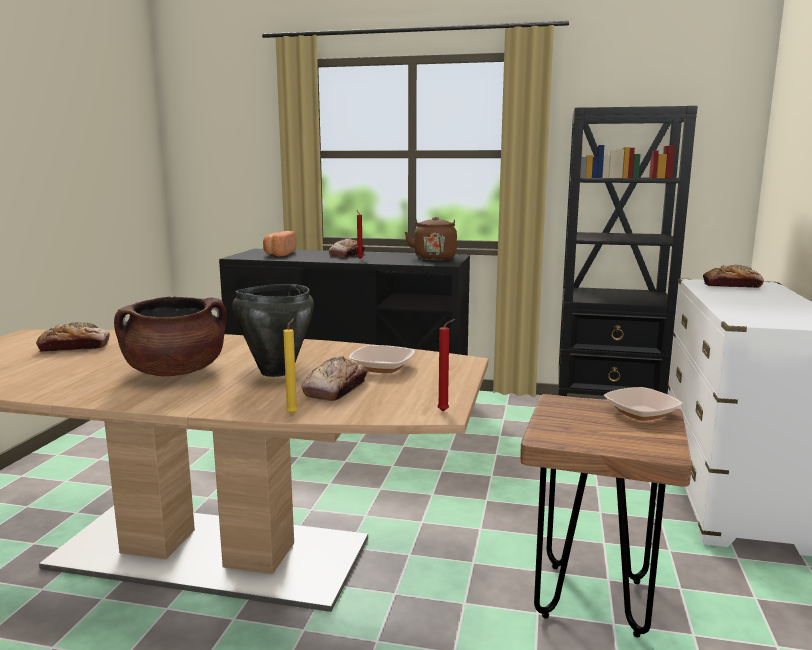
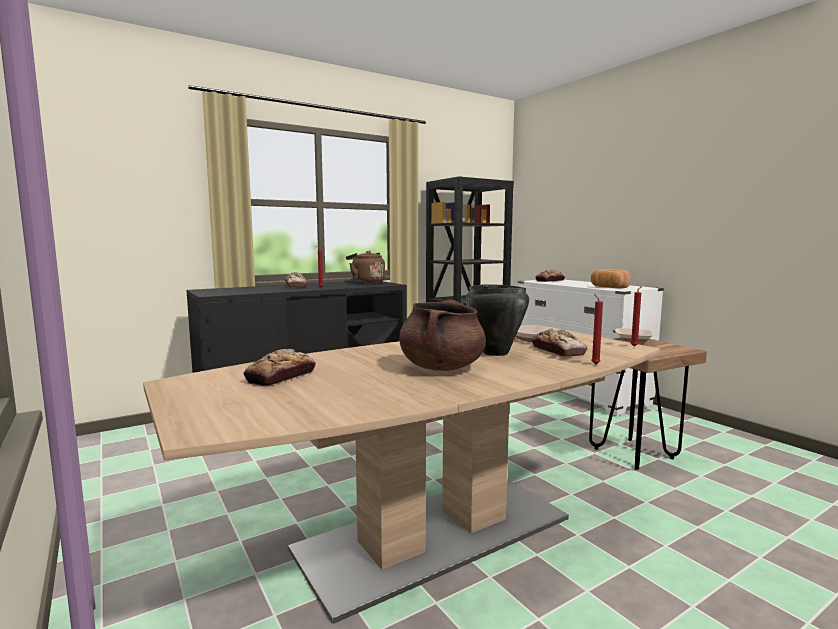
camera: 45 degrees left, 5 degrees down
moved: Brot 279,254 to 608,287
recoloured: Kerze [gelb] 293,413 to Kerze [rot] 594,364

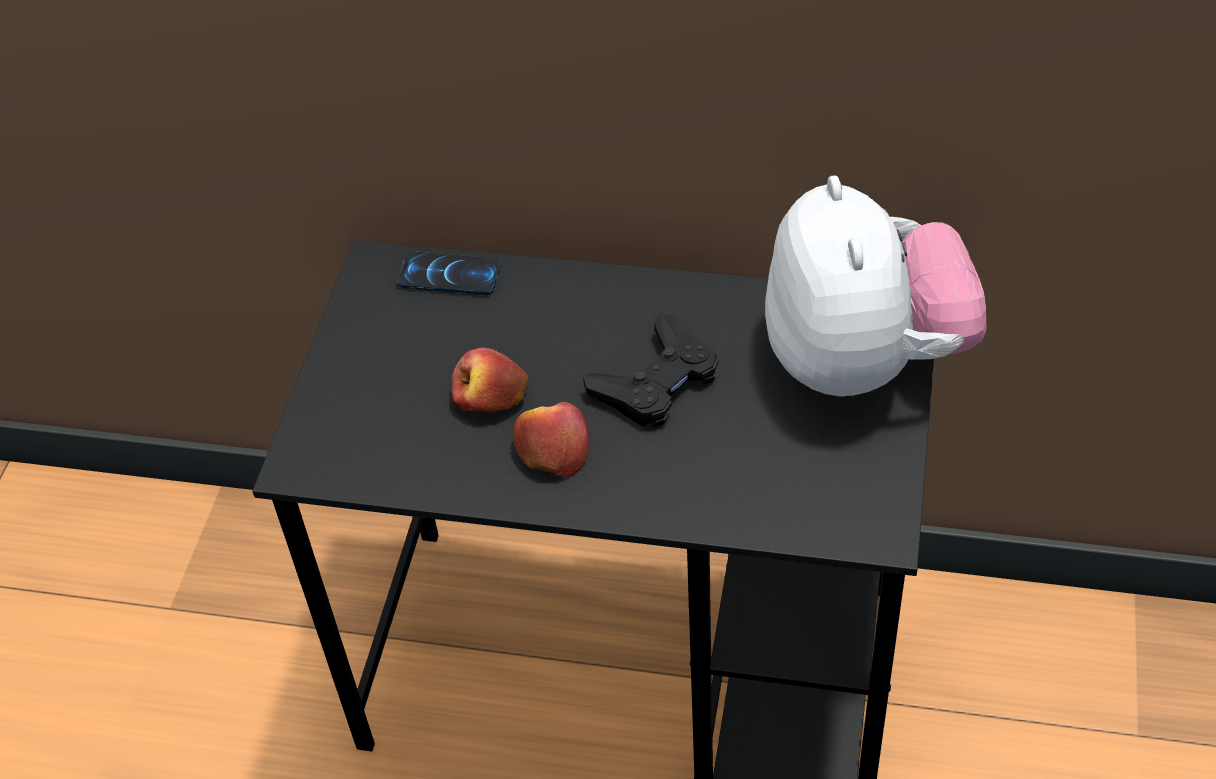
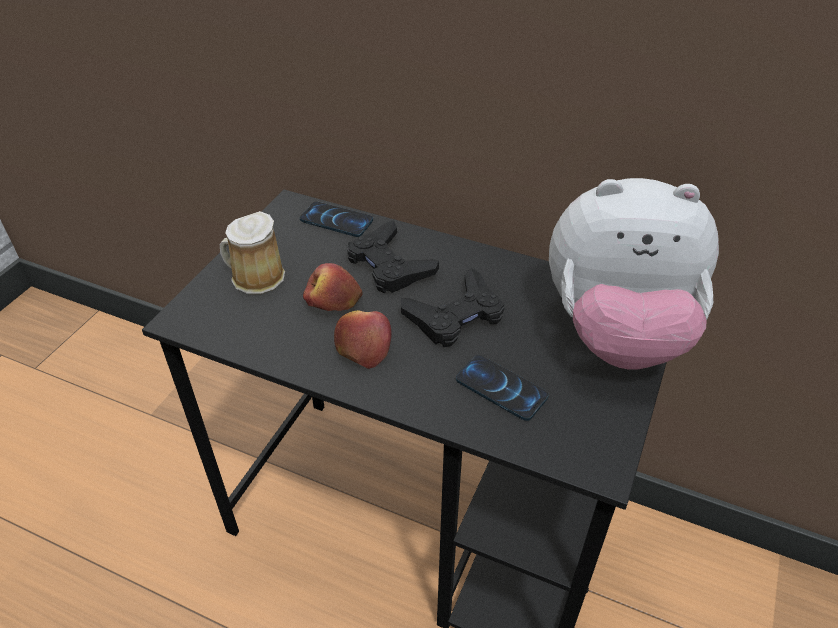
camera: 10 degrees right, 5 degrees down
added: Henkelbecher 255,277; Gamepad [schwarz] 389,265; Handy 501,388
turned: Plüschtier 864,362 = 616,333 90 degrees clockwise

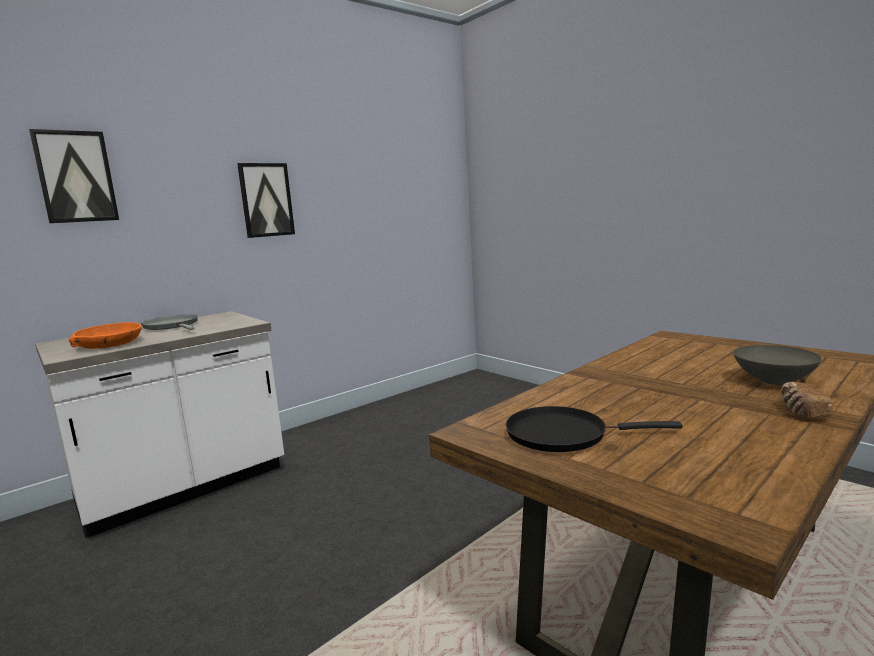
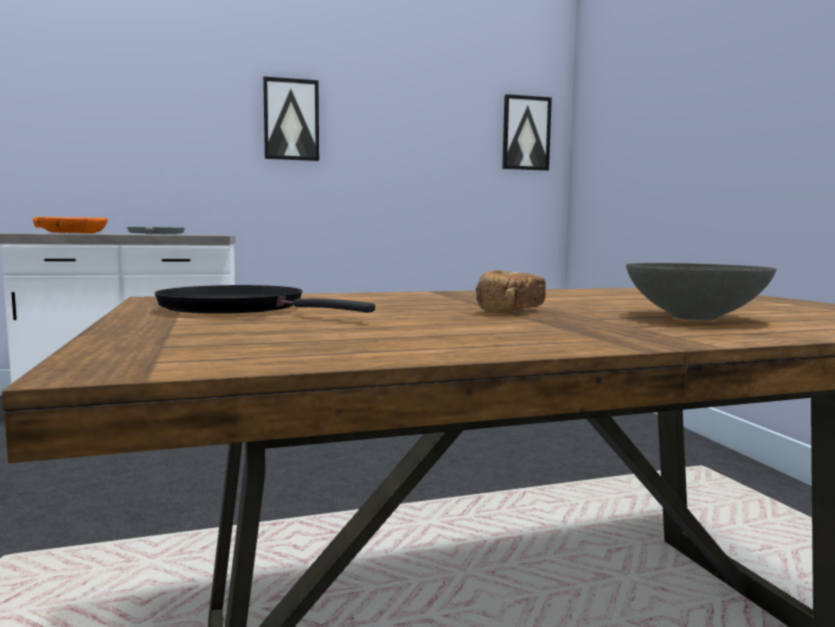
camera: 25 degrees right, 5 degrees down
moved: Bild 76,177 to 526,133; Brot 802,412 to 508,311

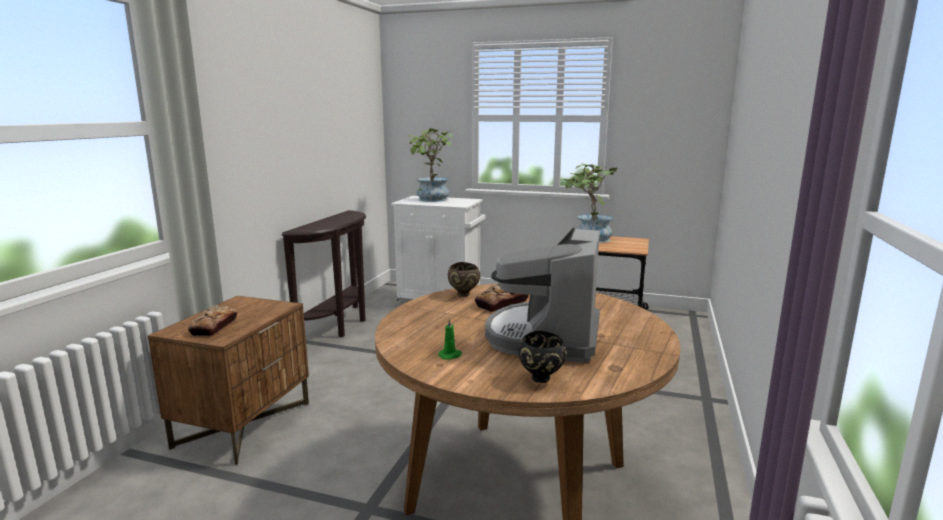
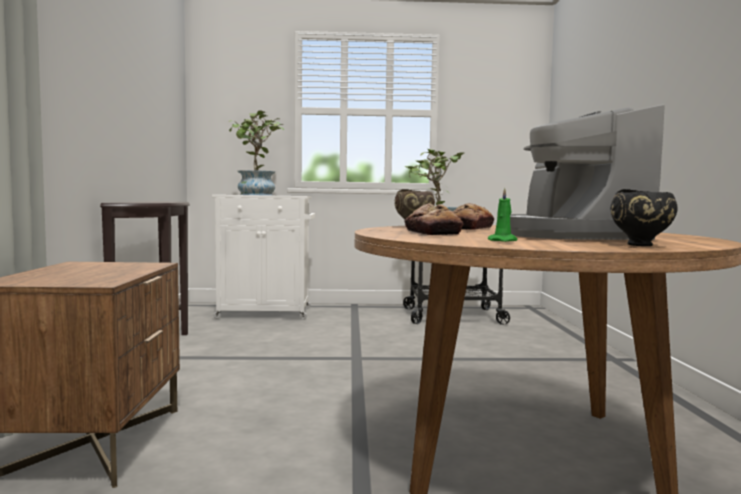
camera: 20 degrees left, 10 degrees down
moved: Brot 214,327 to 432,233

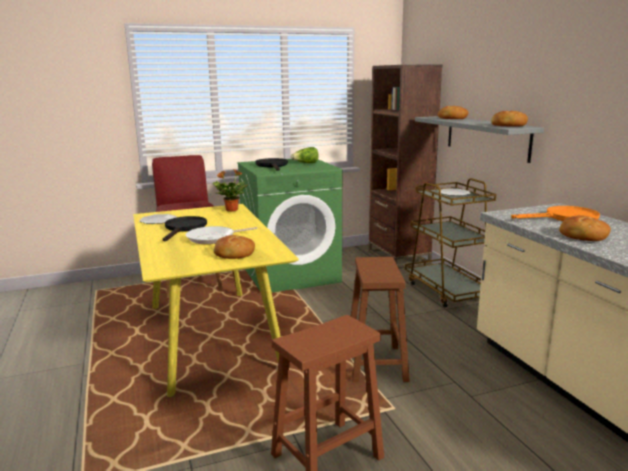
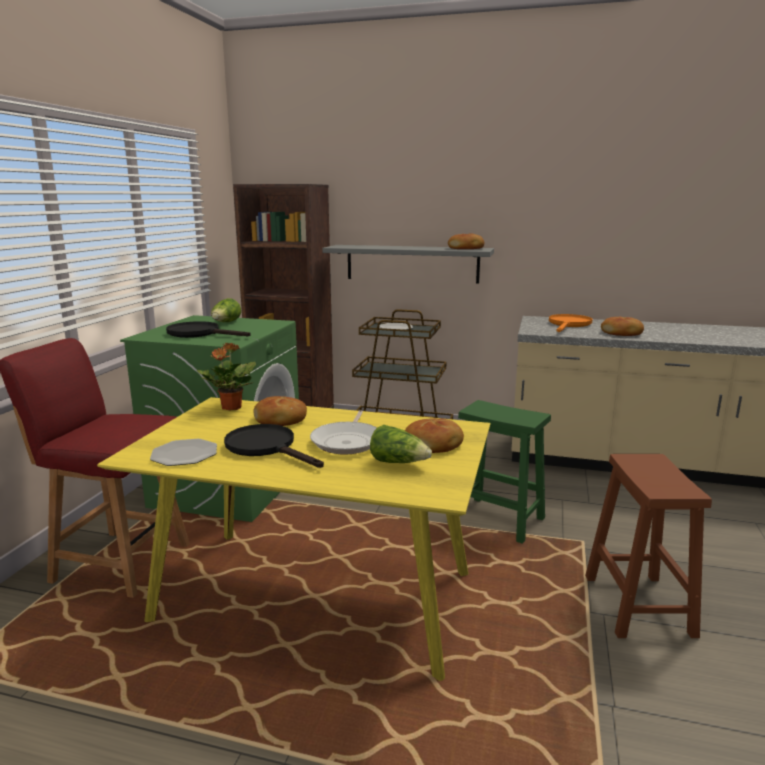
camera: 55 degrees left, 0 degrees up
added: Salatkopf 398,462
moved: Brot 452,118 to 280,420
recoloured: Hocker [braun] 376,364 to Hocker [grün] 499,520

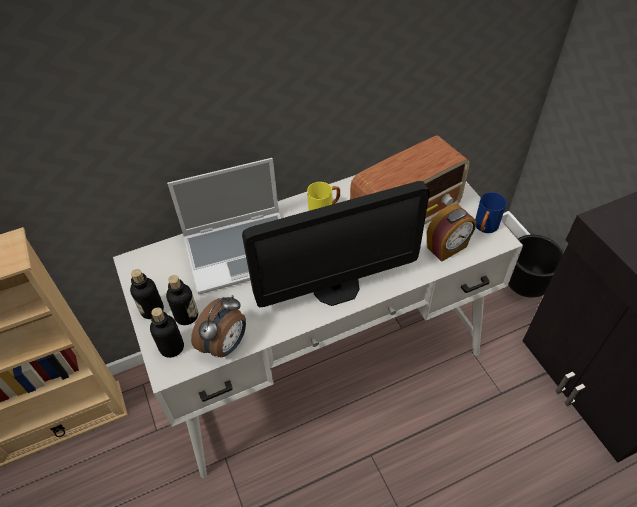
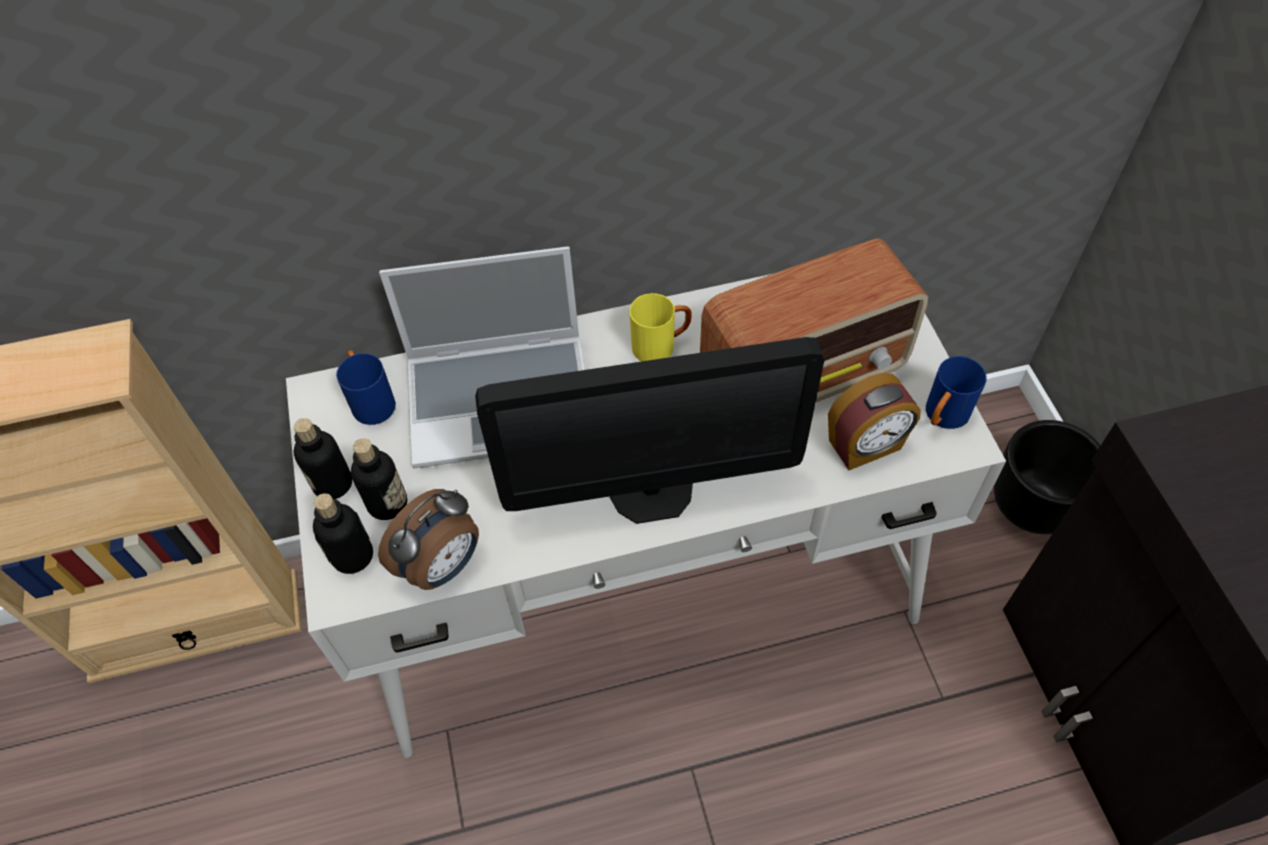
camera: 10 degrees right, 5 degrees up
added: Henkelbecher [blau] 371,401

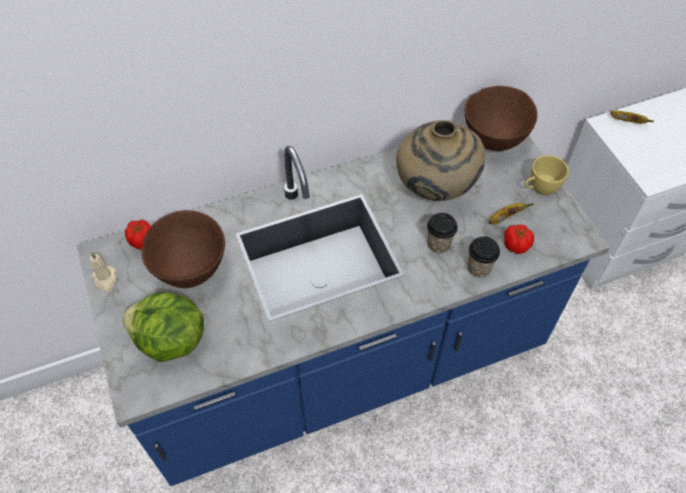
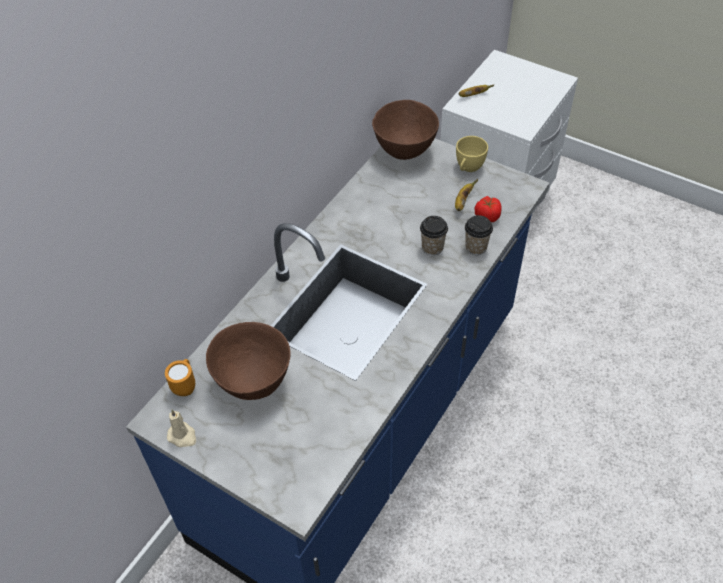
camera: 35 degrees left, 5 degrees down
removed: Salatkopf 170,341; Vase [beige] 434,190
replaced: Tomate 142,240 to Henkelbecher [orange] 185,386

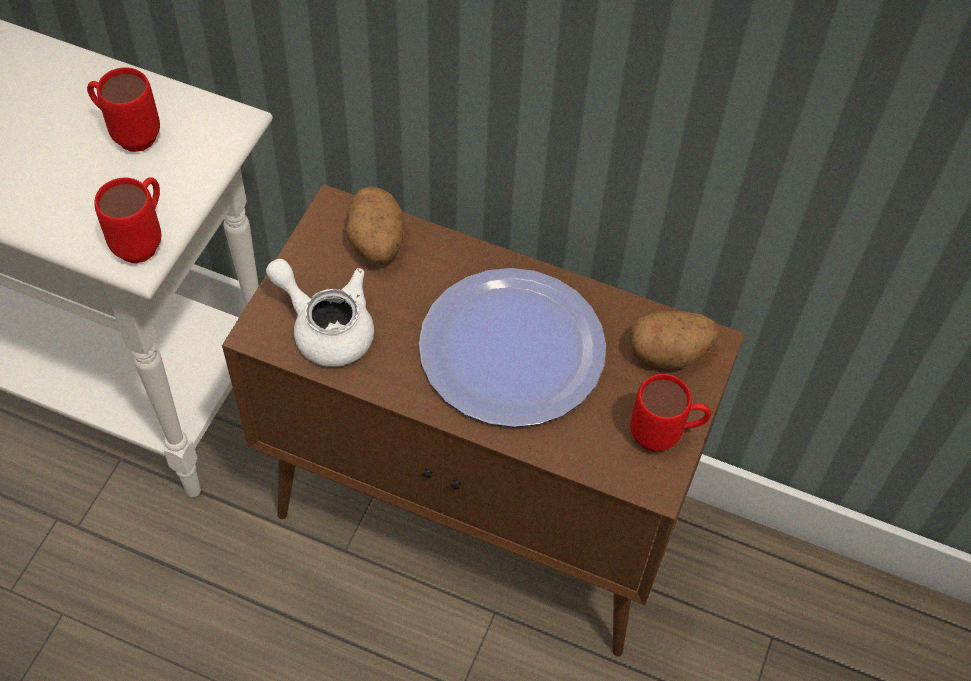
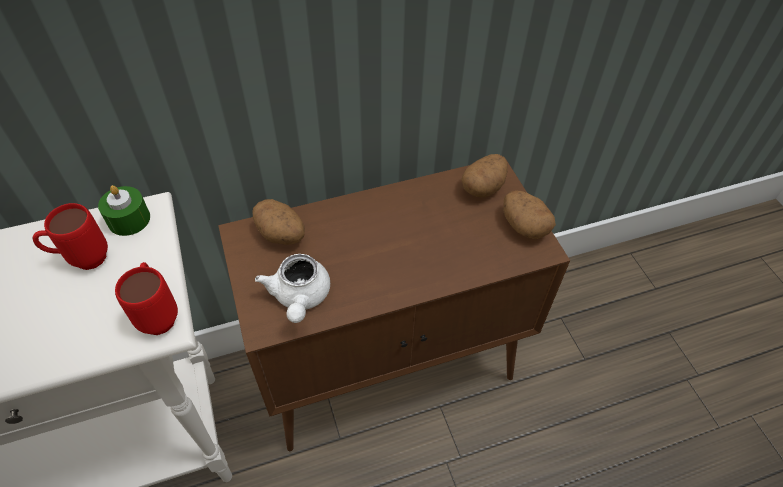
camera: 40 degrees left, 5 degrees down
removed: Teller 512,349
added: Kerze [grün] 129,219
replaced: Henkelbecher [rot] 665,436 to Kartoffel 524,226
turned: Teekanne [weiß] 326,327 = 299,297 90 degrees counterclockwise

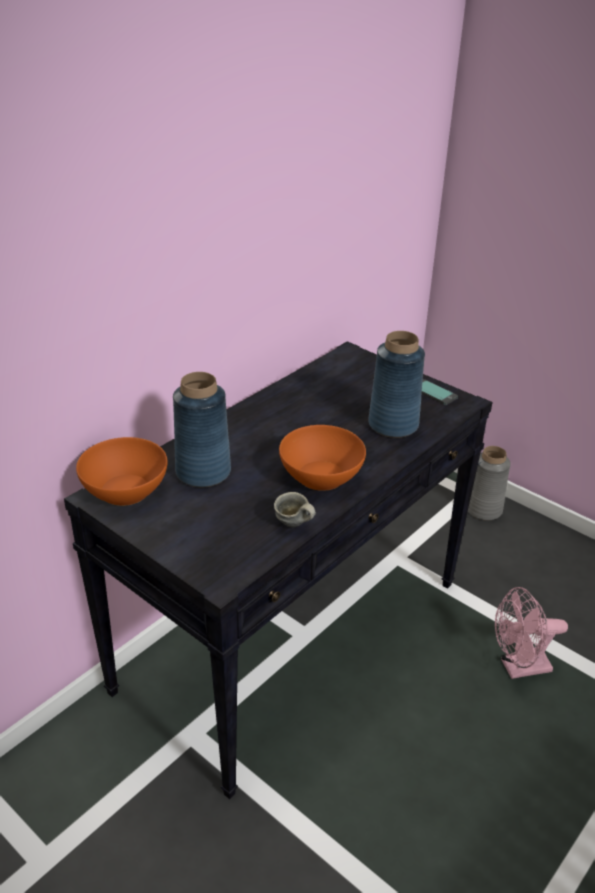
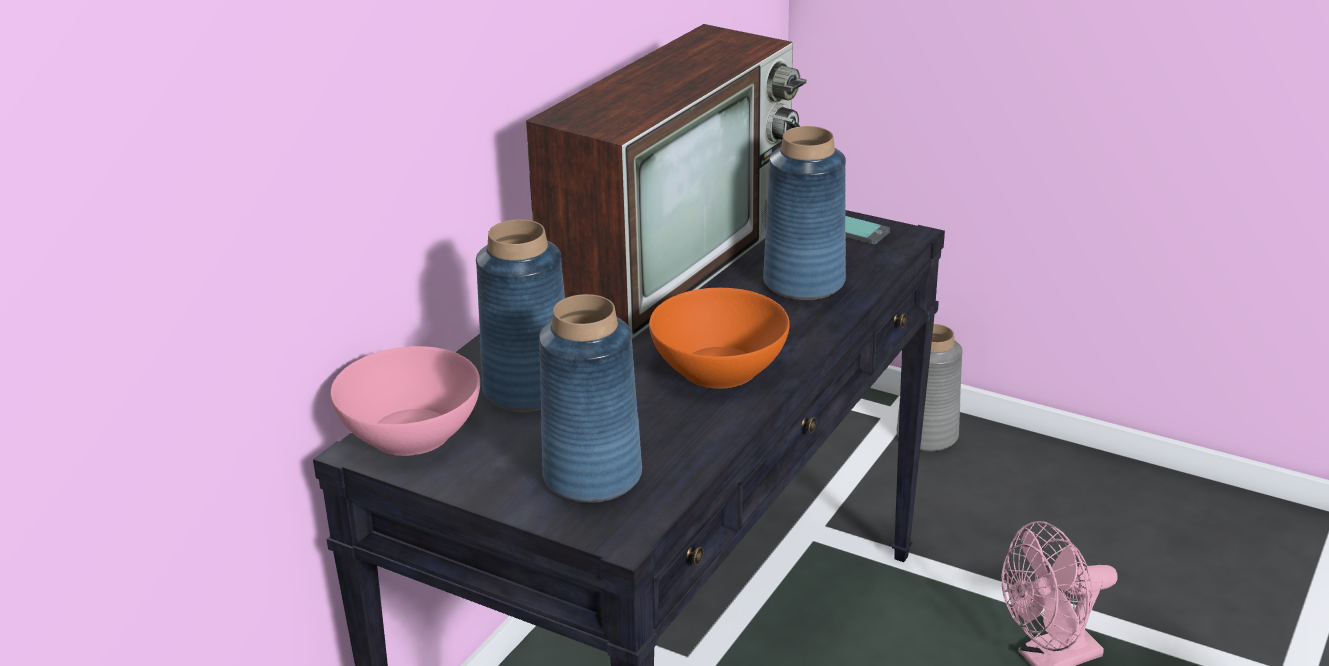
camera: 10 degrees left, 5 degrees down
removed: Henkelbecher [grau] 292,526
added: Fernseher 672,261; Vase [blau] 592,476
recoloured: Schüssel [orange] 125,490 to Schüssel [rosa] 411,432

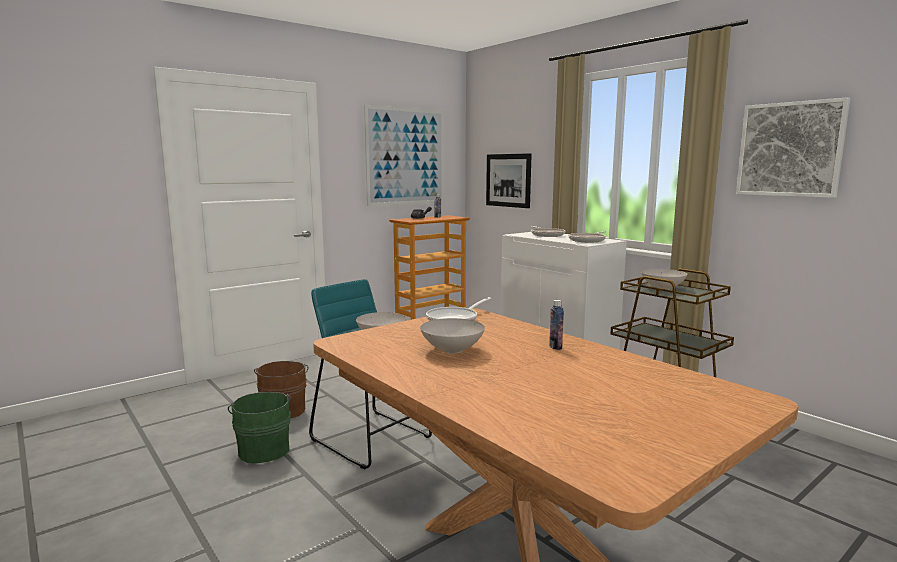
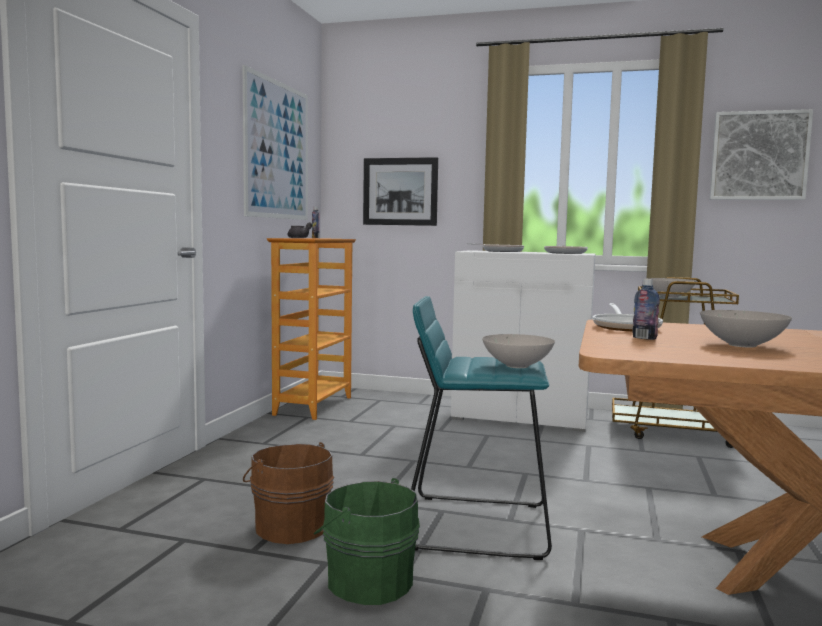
camera: 35 degrees left, 5 degrees down
moved: Flasche 555,347 to 644,338

